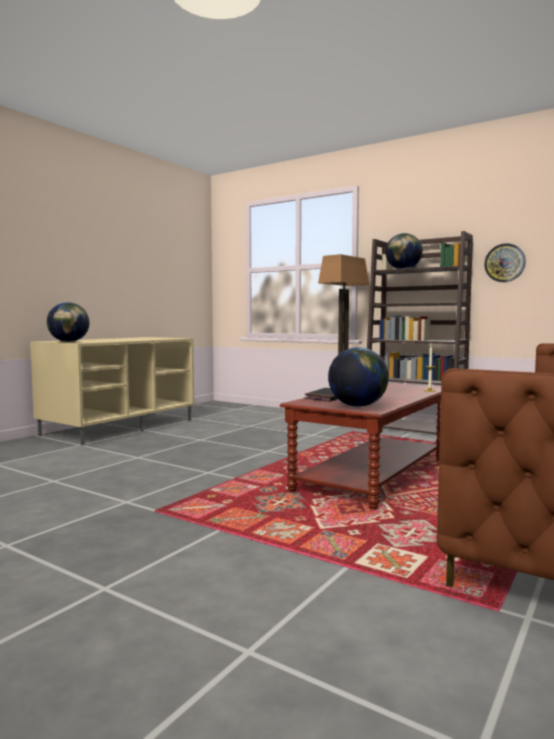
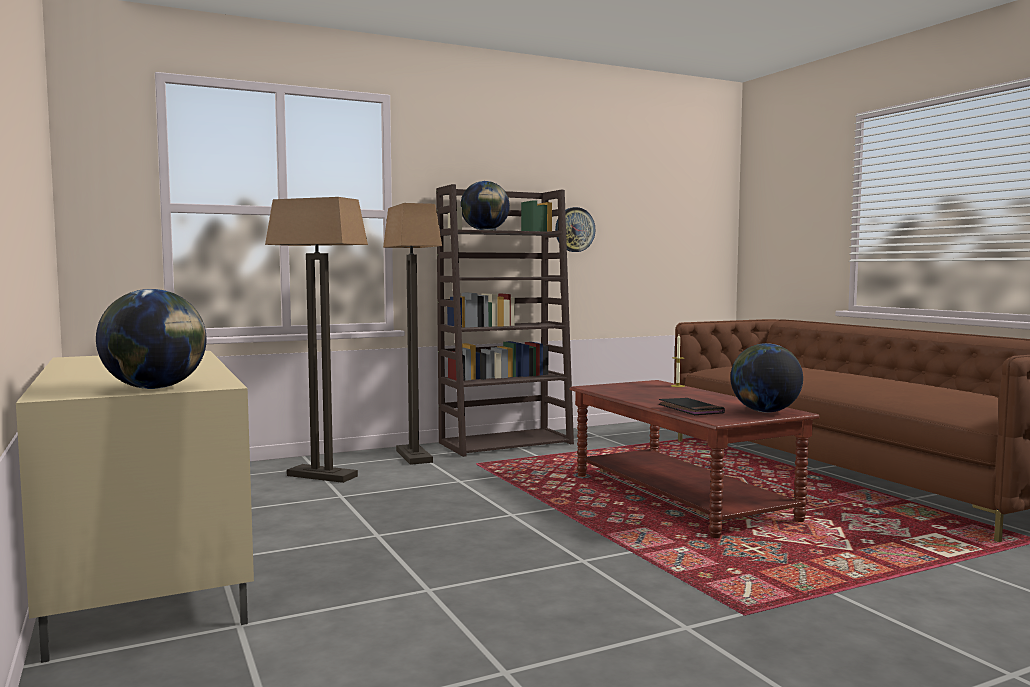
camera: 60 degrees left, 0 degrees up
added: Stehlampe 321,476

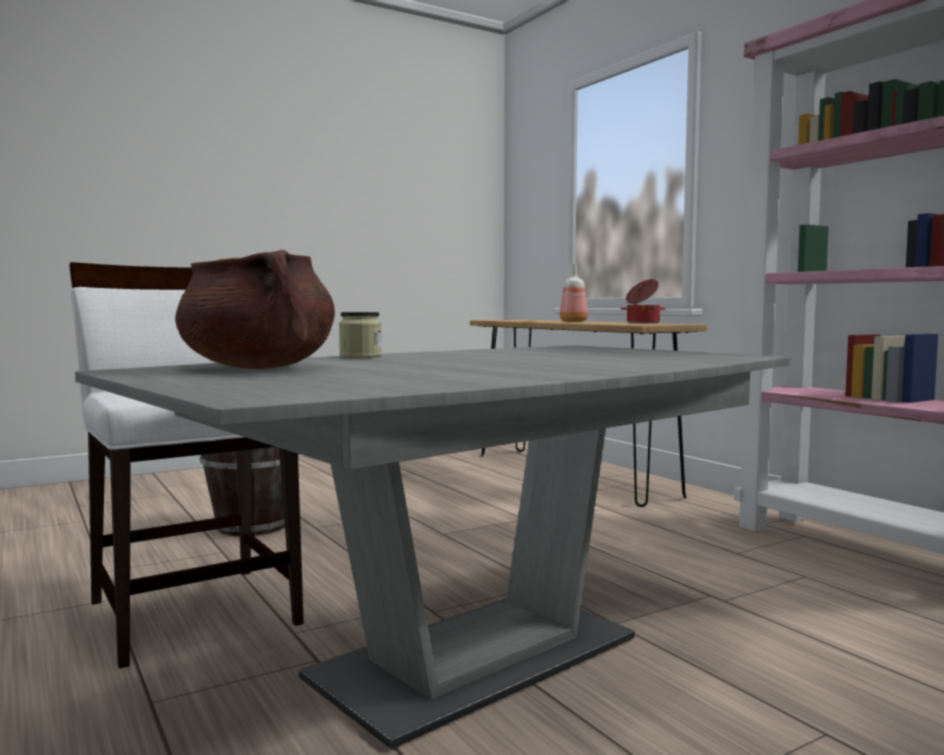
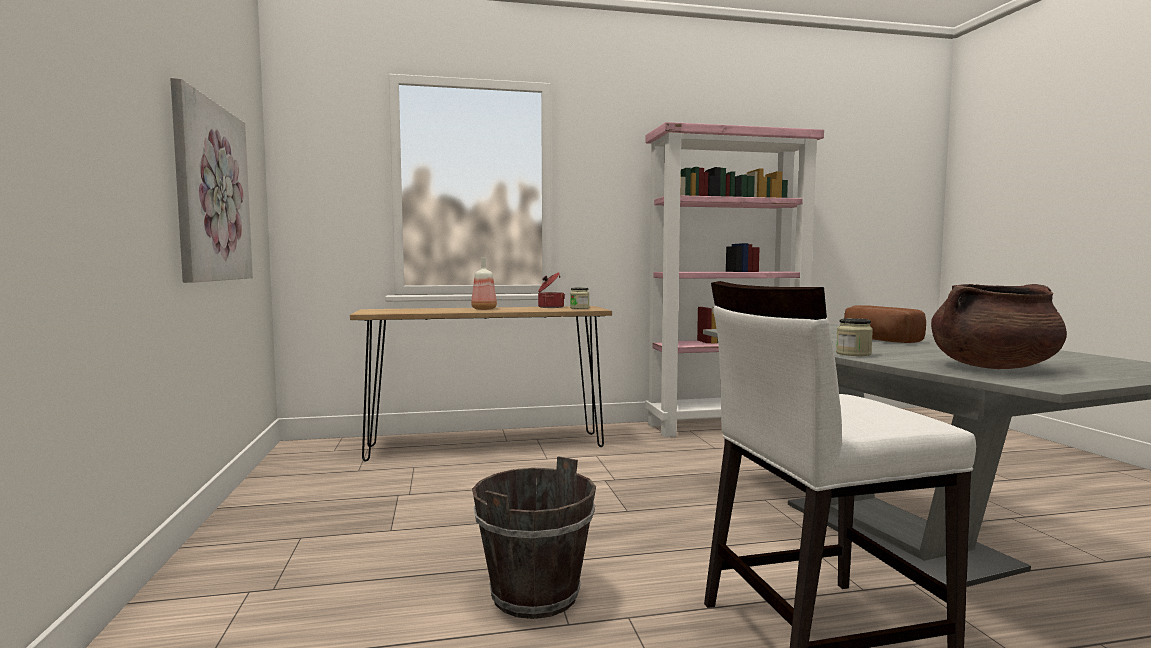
camera: 70 degrees left, 0 degrees up
added: Bild 212,192; Vorratsglas 579,308; Brot 877,340

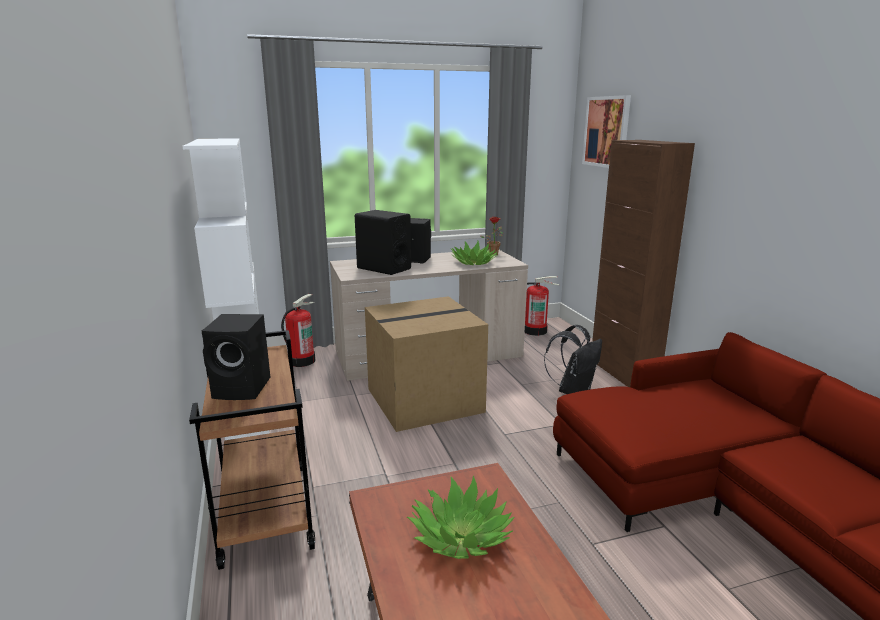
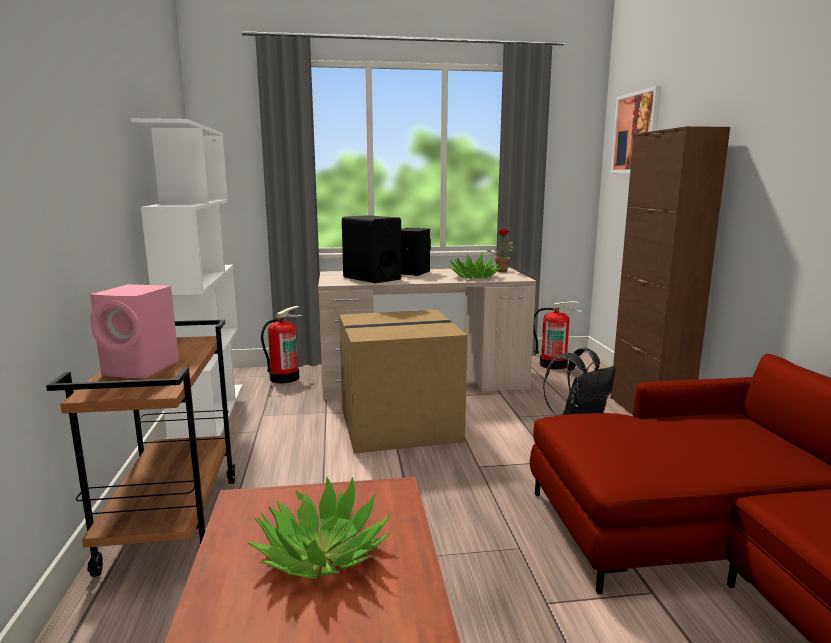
camera: 10 degrees right, 5 degrees down
recoloured: Lautsprecher [schwarz] 244,388 to Lautsprecher [rosa] 143,369

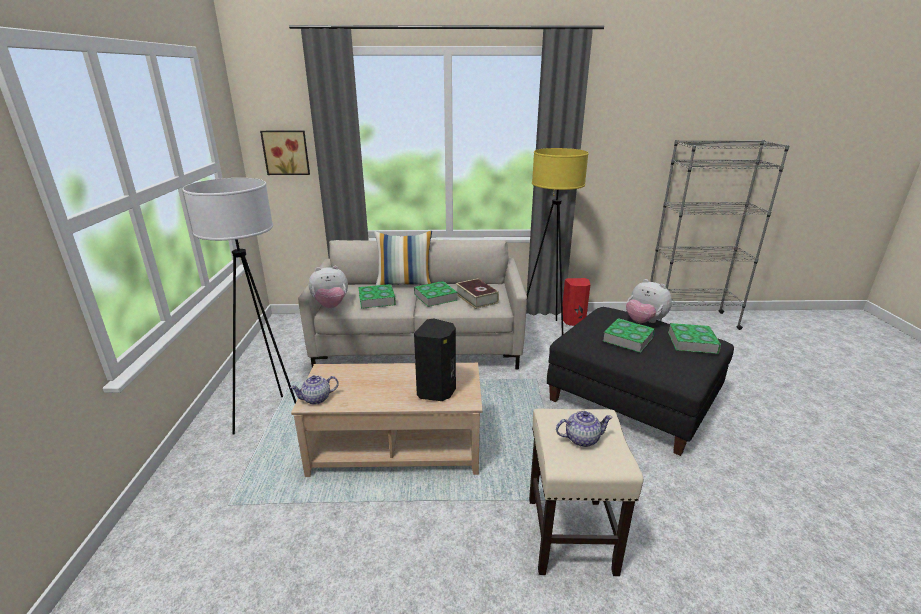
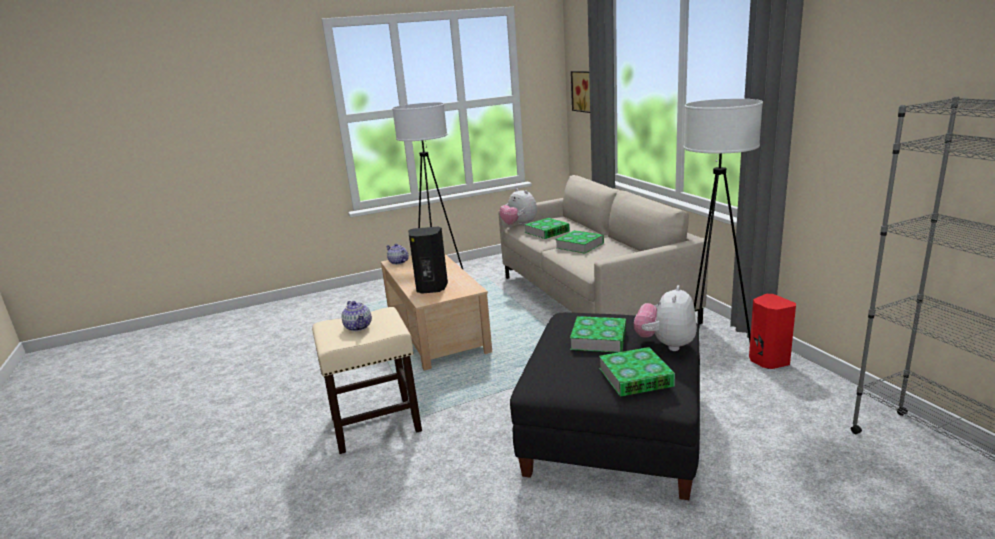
camera: 70 degrees right, 5 degrees down
removed: Kissen 405,284; Buch 476,298
recoloured: Stehlampe [gelb] 545,331 to Stehlampe [weiß] 710,349

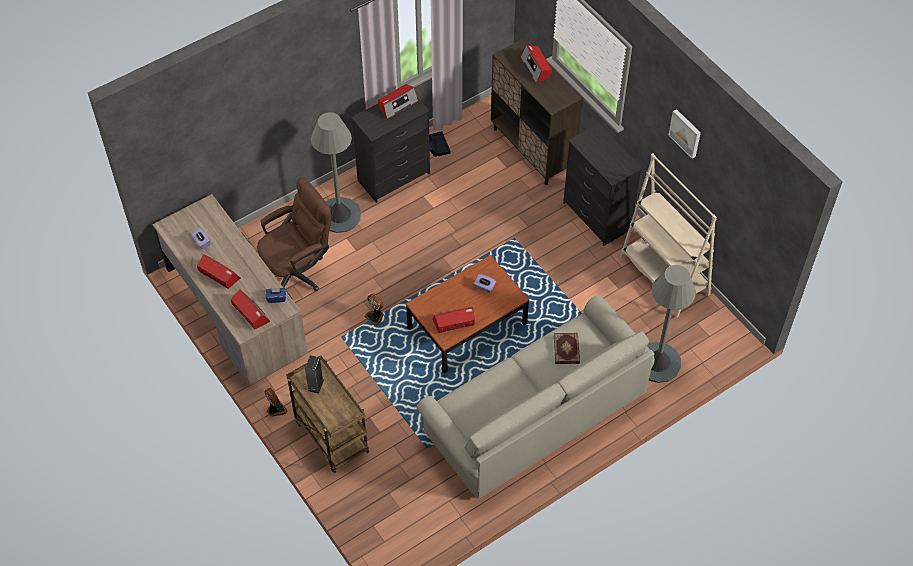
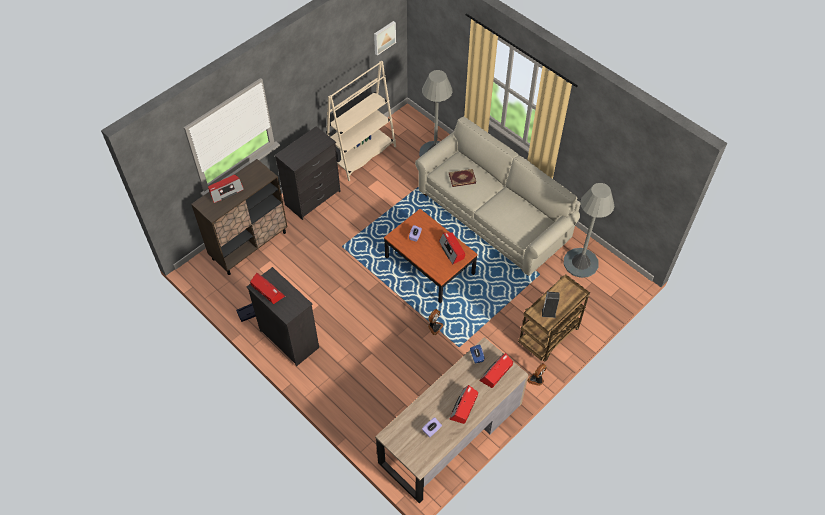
camera: 100 degrees left, 0 degrees up
removed: Bürostuhl [braun] 298,270
moved: Stehlampe [grau] 339,215 to 580,263; Bild 686,133 to 384,37

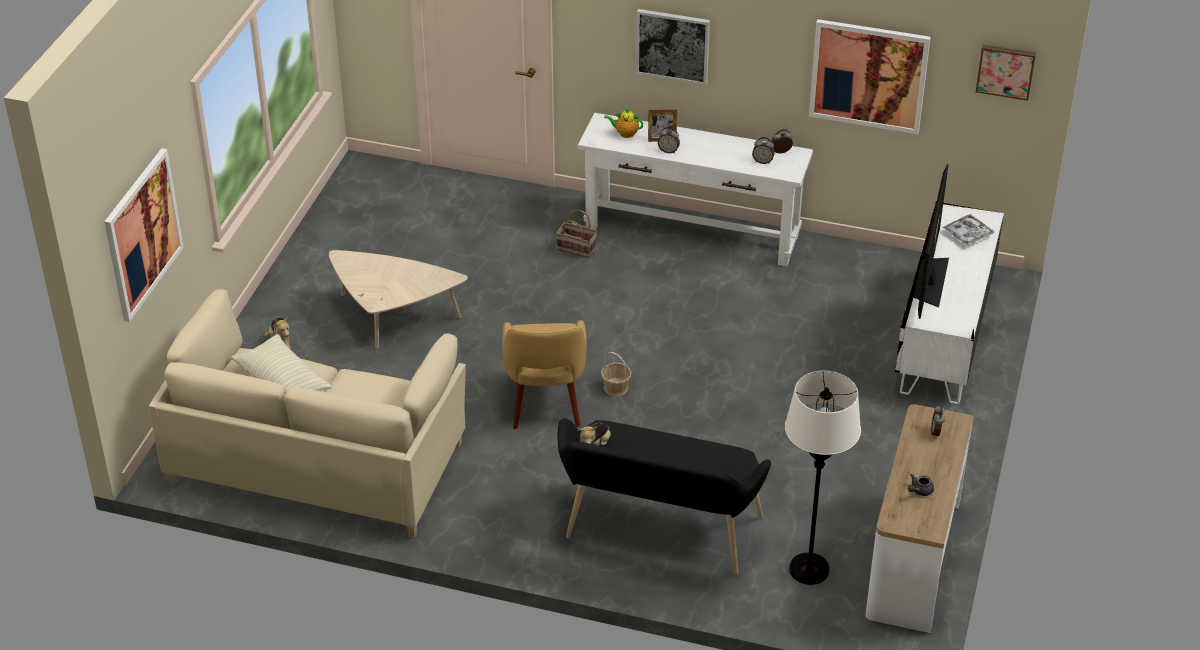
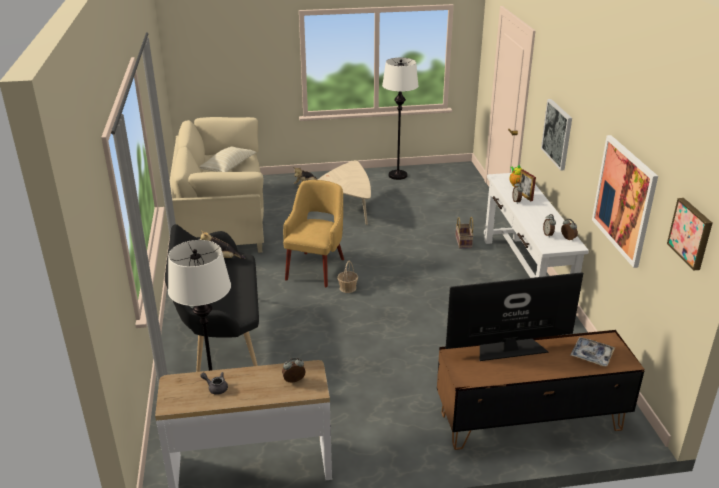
camera: 65 degrees right, 10 degrees down
removed: Bild 142,234
added: Stehlampe [weiß] 398,175
recoloured: Fernsehschrank [weiß] 943,337 to Fernsehschrank [braun] 529,420
turned: Sessel [gelb] 545,401 = 316,268 135 degrees clockwise

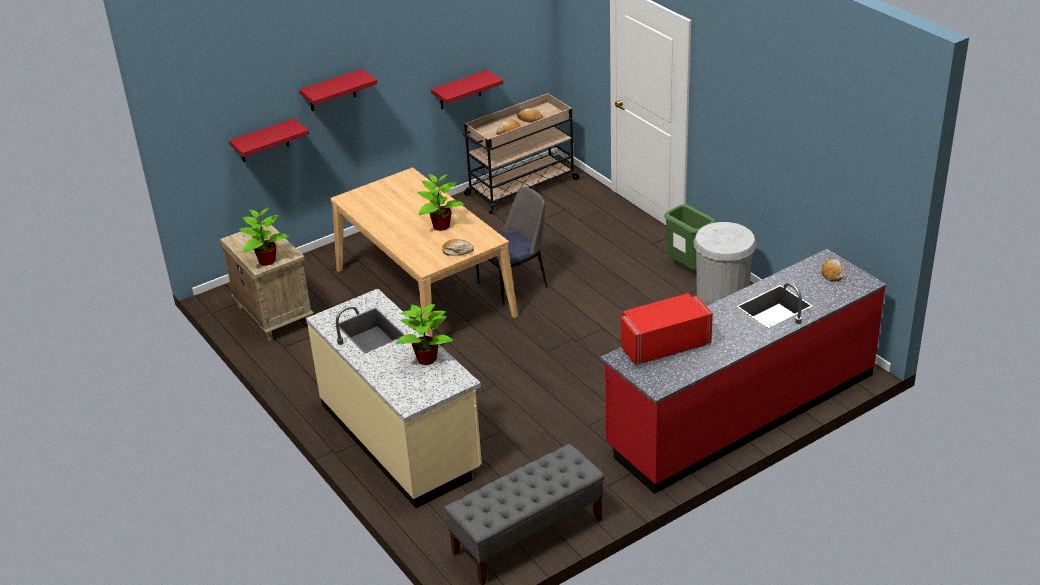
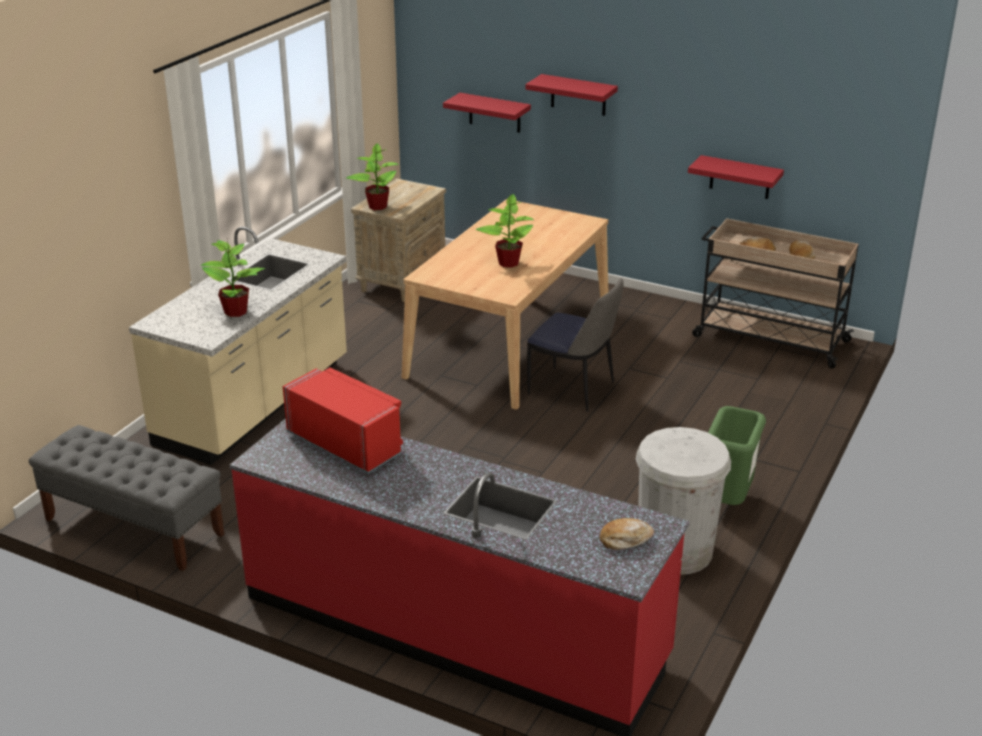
camera: 60 degrees right, 5 degrees down
removed: Brot 457,251

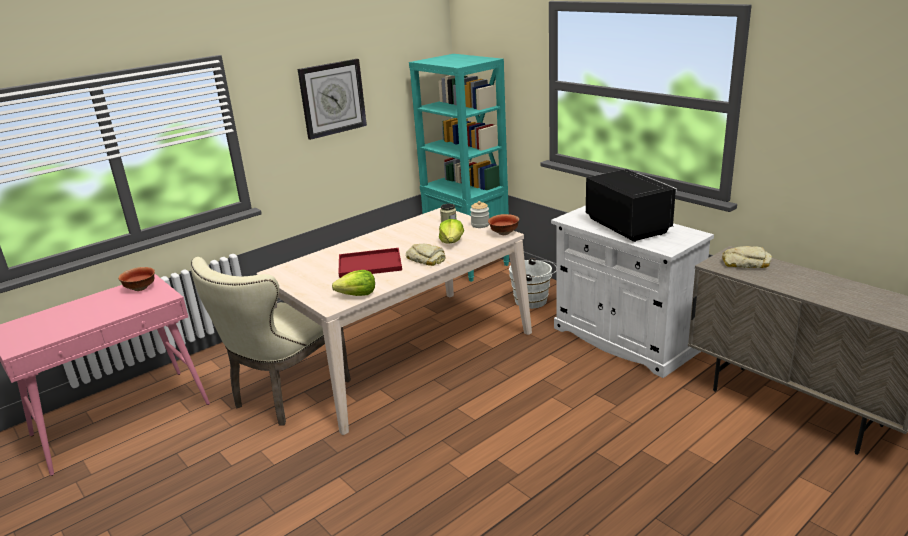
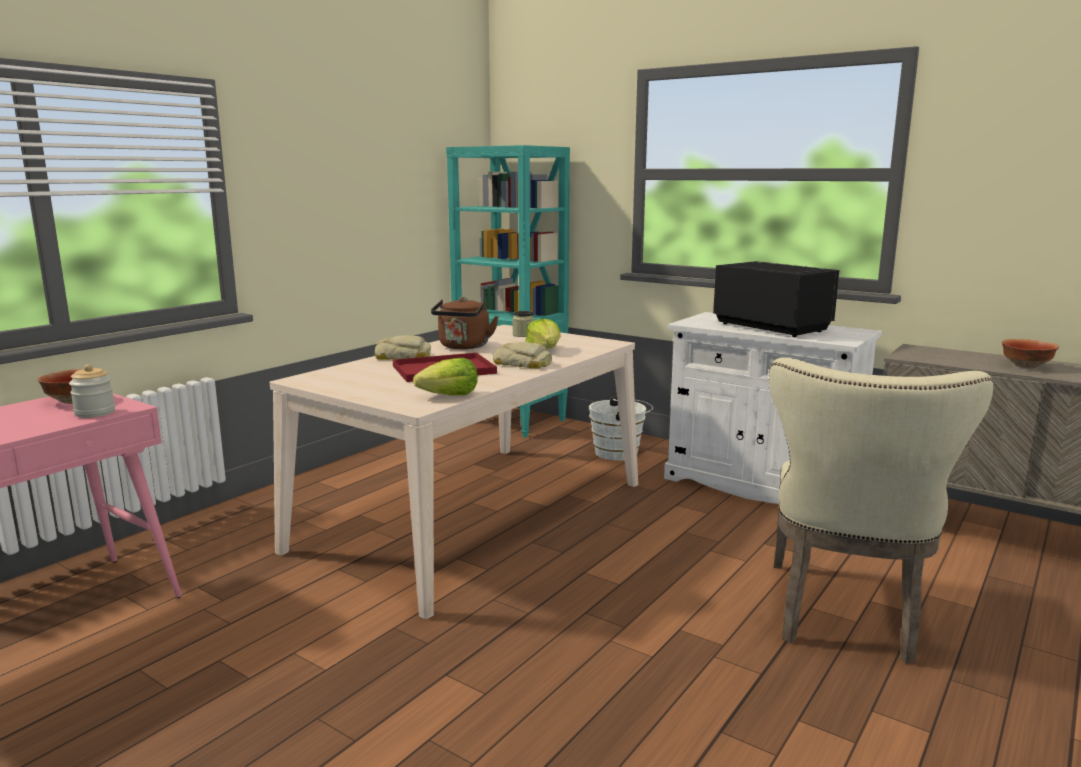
camera: 15 degrees left, 10 degrees down
removed: Wanduhr 332,98
added: Wasserkessel [braun] 463,347
moved: Stuhl [beige] 285,396 to 845,617; Vorratsglas 480,225 to 95,413; Schüssel 504,233 to 1027,367; Brot 745,263 to 403,356

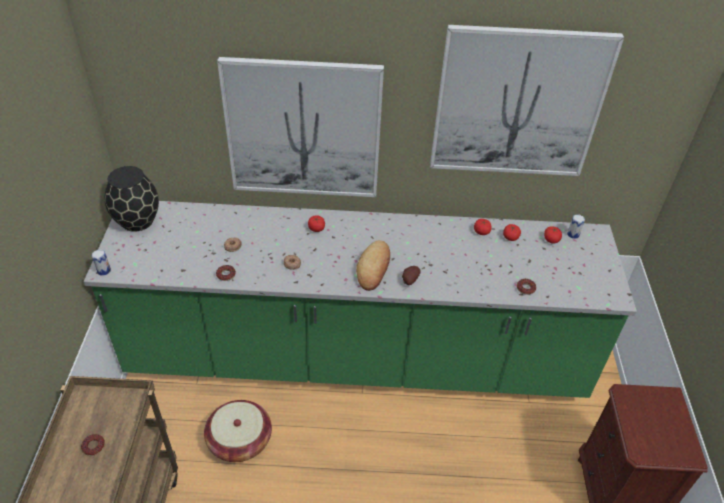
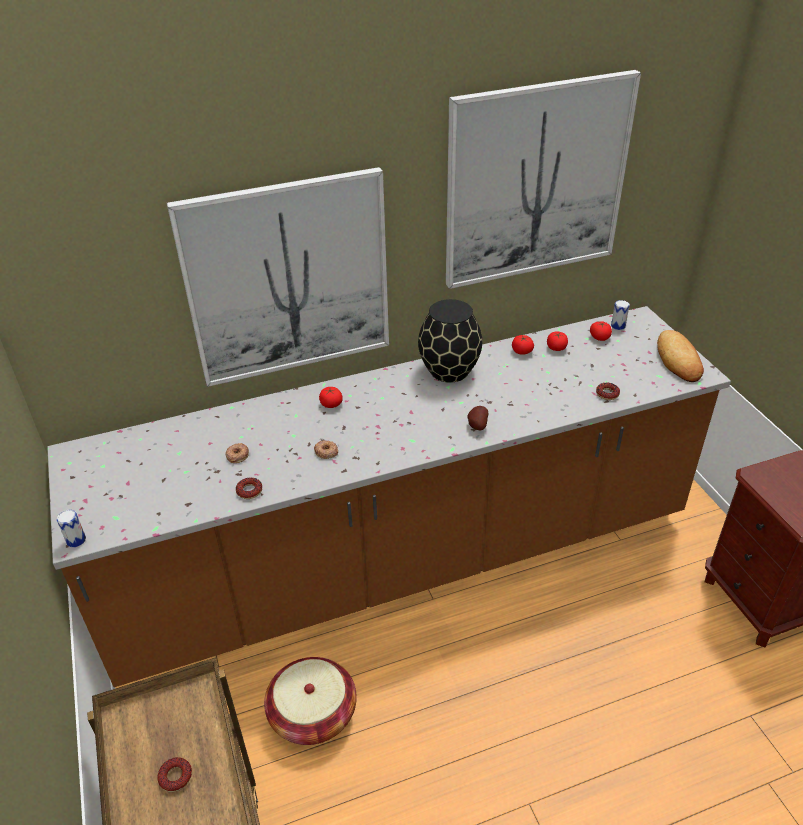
camera: 20 degrees left, 5 degrees down
moved: Vase [schwarz] 137,221 to 450,371; Brot 374,268 to 678,360
recoloured: Küchenzeile [grün] 357,358 to Küchenzeile [braun] 405,562

